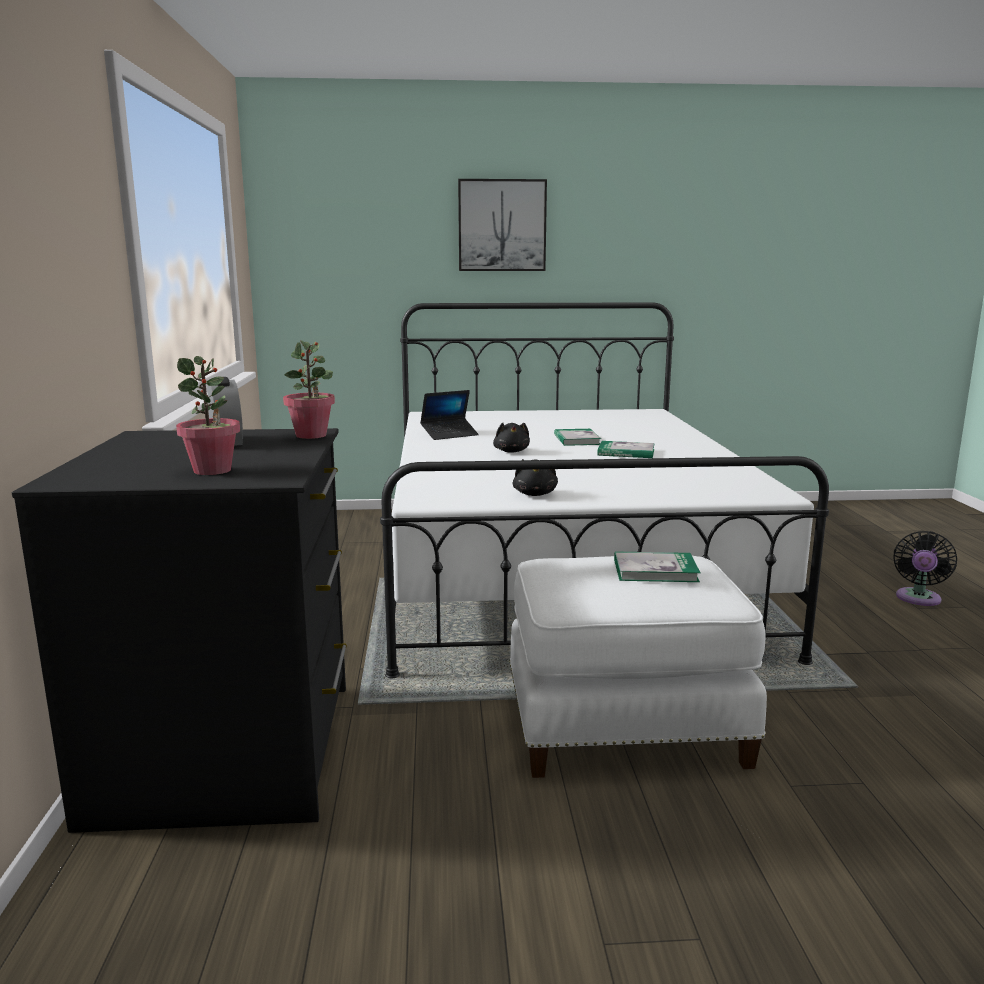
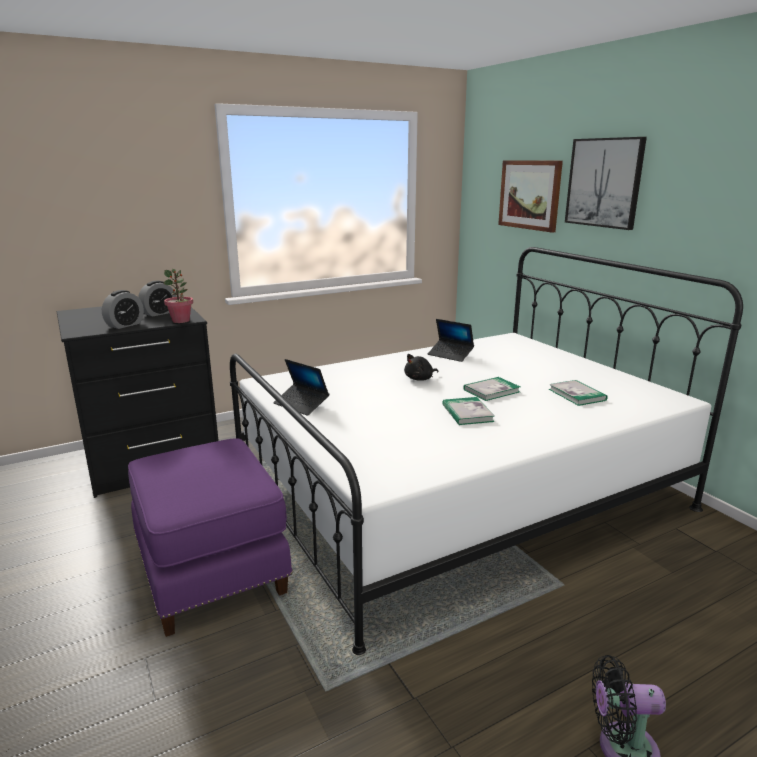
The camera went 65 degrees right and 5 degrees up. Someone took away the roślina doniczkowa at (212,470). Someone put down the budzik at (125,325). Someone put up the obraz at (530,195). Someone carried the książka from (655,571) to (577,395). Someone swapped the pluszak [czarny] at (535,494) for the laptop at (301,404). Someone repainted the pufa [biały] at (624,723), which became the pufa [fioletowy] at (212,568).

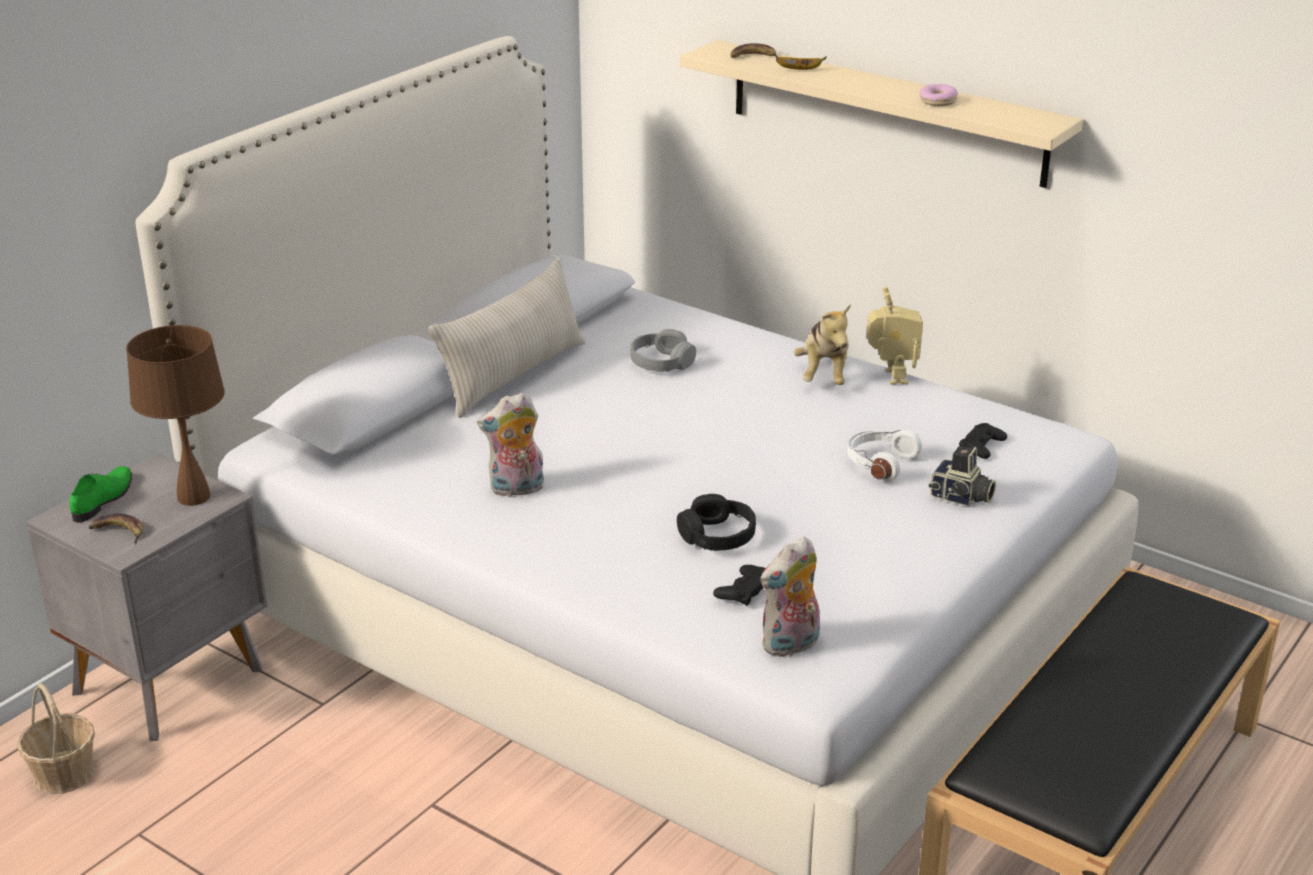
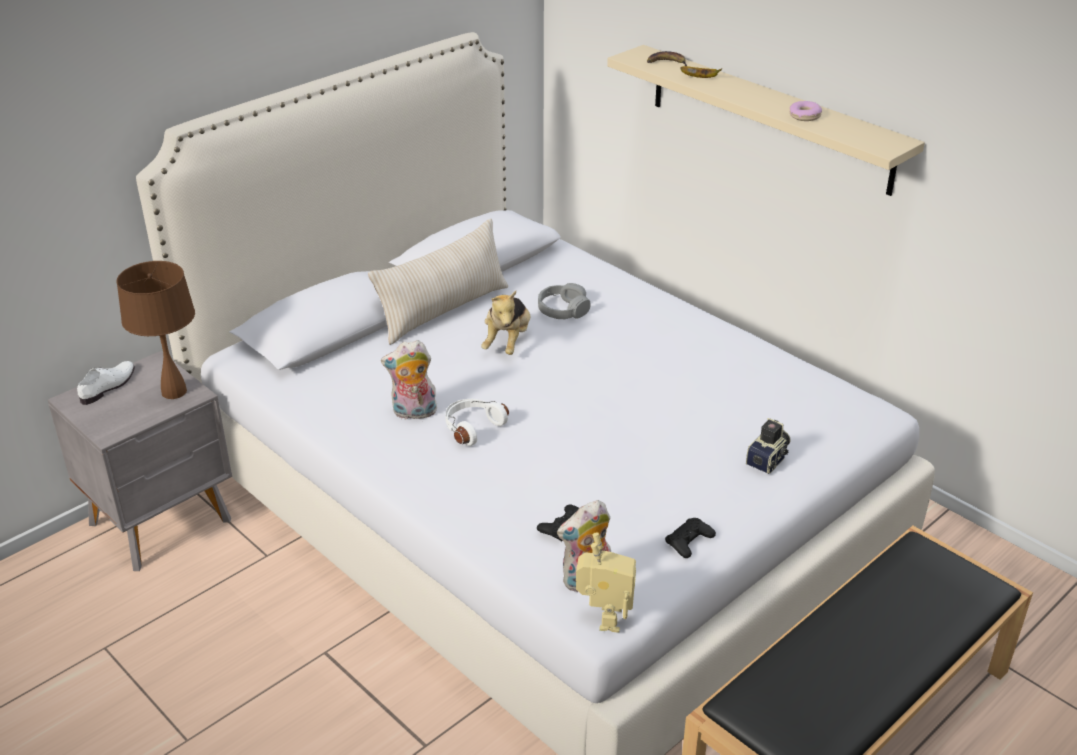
The camera went 10 degrees right and 5 degrees up. Someone took away the koszyk at (64,773). Someone took away the banan at (119,532). Someone took away the słuchawki [czarny] at (717,536). Someone carried the pluszak from (824,375) to (507,342). Someone carried the słuchawki [biały] from (879,463) to (472,427). Someone carried the robot zabawkowy from (890,377) to (603,618). Someone carried the pad do gier [czarny] from (982,446) to (689,541). Someone repainted the but [zielony] at (104,498), which became the but [biały] at (109,386). Someone rotated the aparat fotograficzny at (961,498) by 90 degrees counterclockwise.

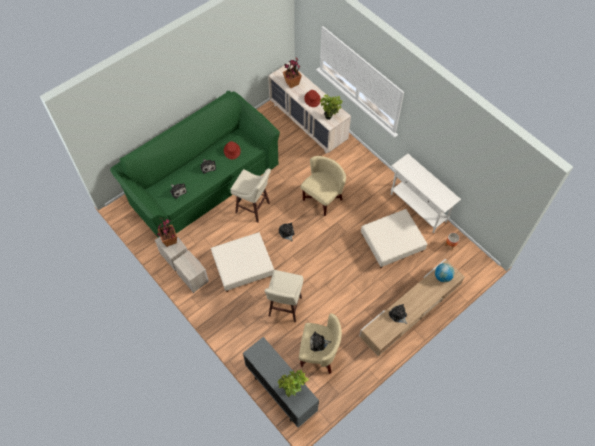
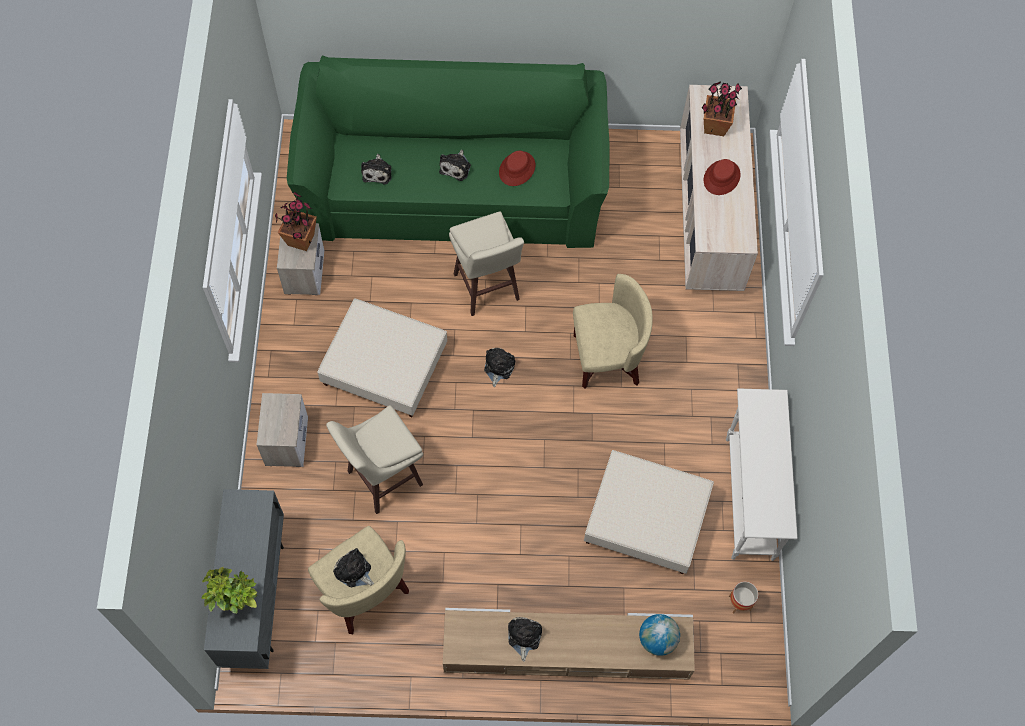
The camera went 40 degrees right and 5 degrees up. Someone took away the roślina doniczkowa at (330,116). Someone carried the szafka nocna from (192,277) to (287,440).

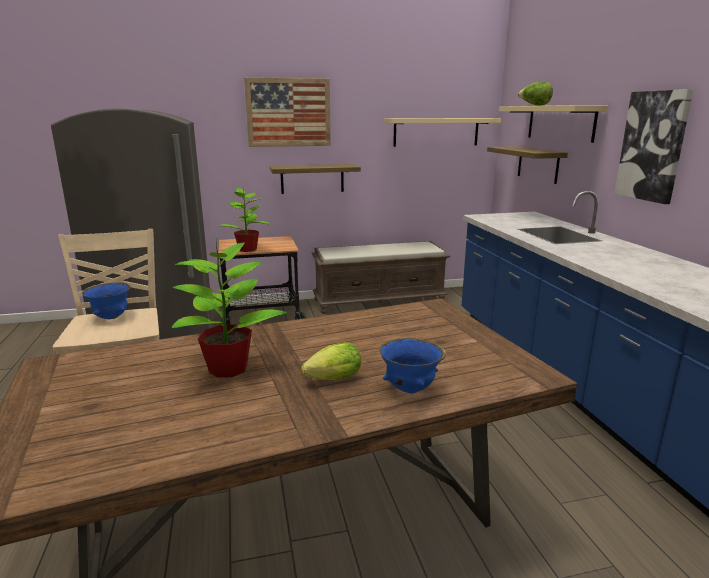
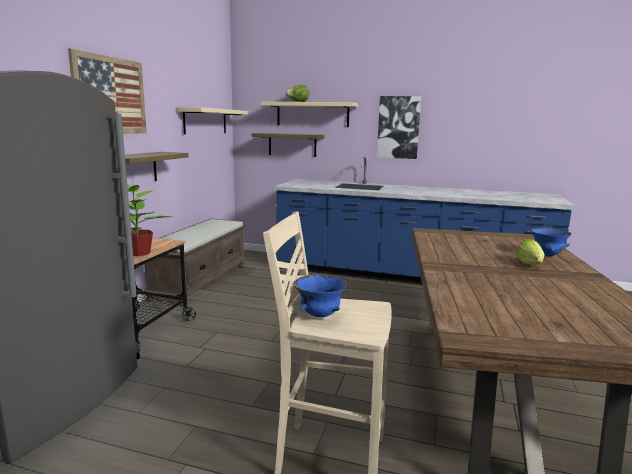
The camera went 60 degrees left and 5 degrees down. Someone took away the roślina doniczkowa at (229,368).

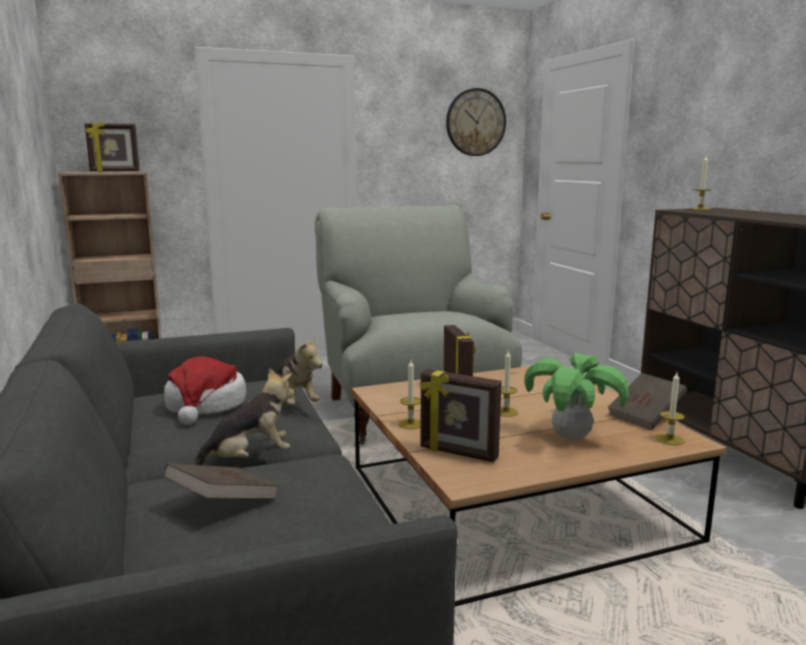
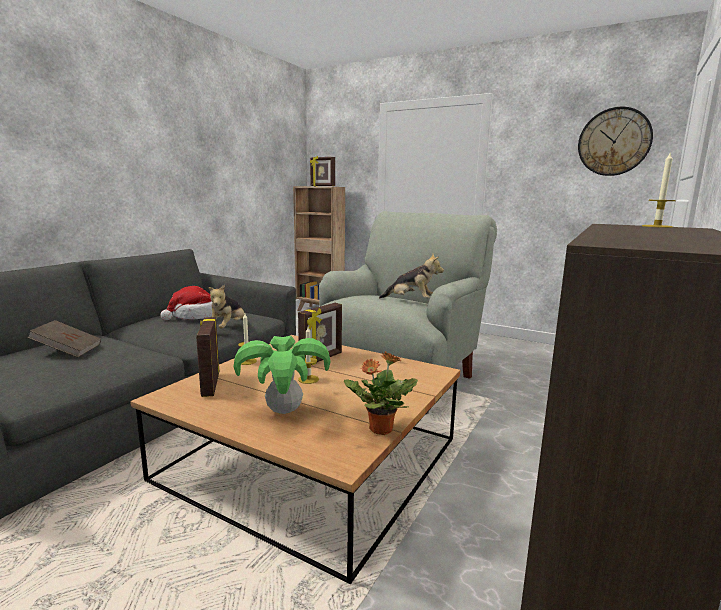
The camera went 50 degrees right and 0 degrees up. Someone took away the świeca at (669,439). Someone carried the pluszak from (249,459) to (411,301). Someone swapped the książka [brązowy] at (645,416) for the roślina doniczkowa at (380,429).

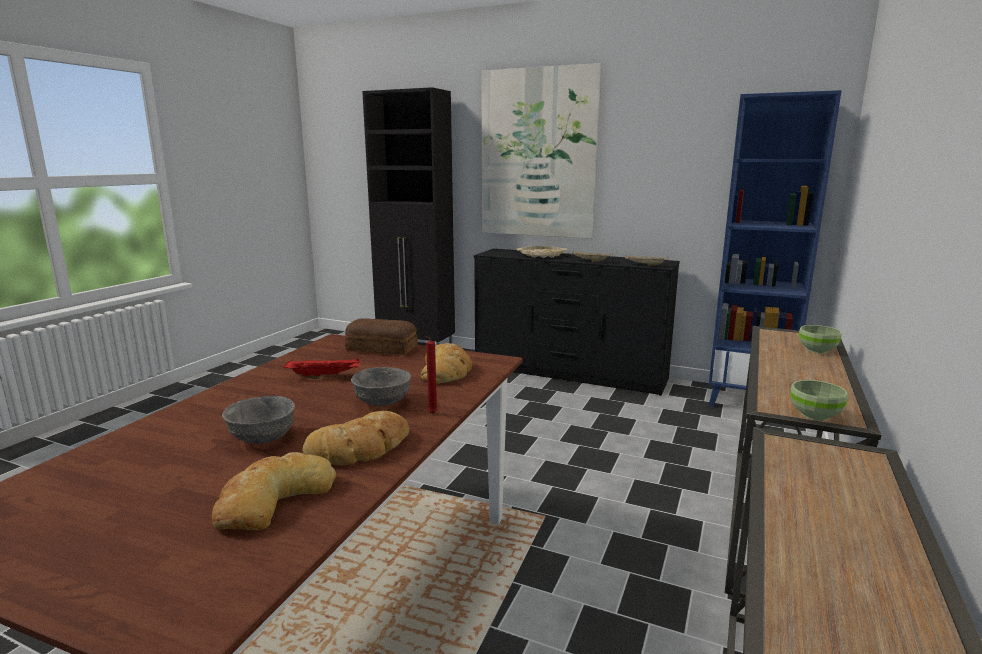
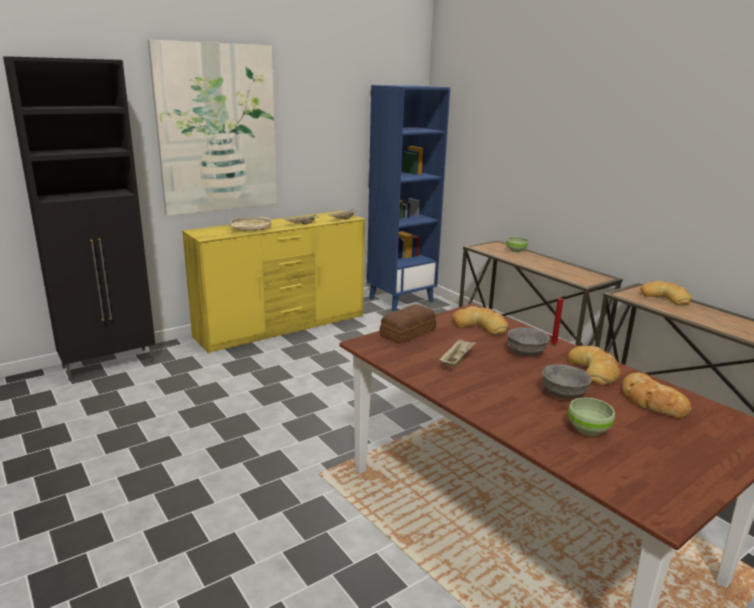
The camera went 60 degrees left and 5 degrees up. Someone put down the chleb at (665,297). Someone carried the miska [zielony] from (815,415) to (588,429). Someone repainted the taca [czerwony] at (325,376), which became the taca [beżowy] at (456,360). Someone repainted the komoda [czarny] at (569,373), which became the komoda [żółty] at (282,327).

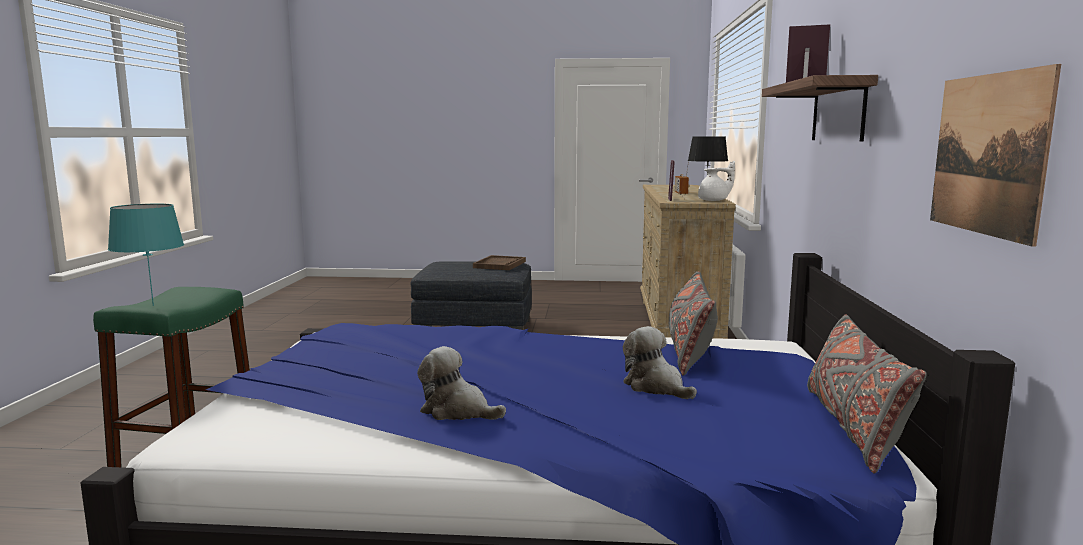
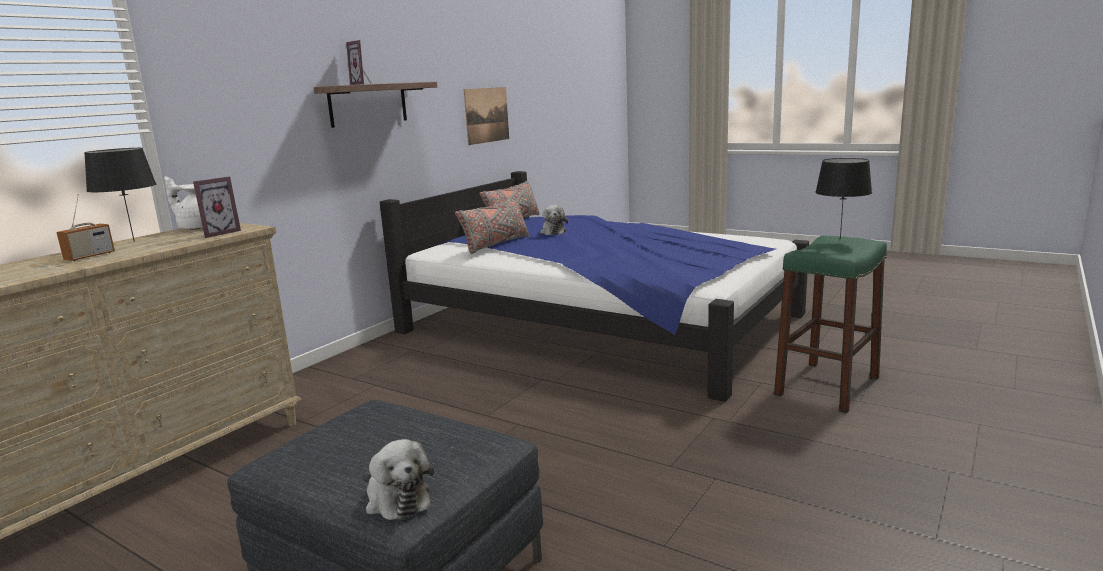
The camera went 150 degrees left and 5 degrees up. Someone took away the taca [brązowy] at (500,264). Someone carried the pluszak from (457,411) to (396,498). Someone repainted the lampa stołowa [turkusowy] at (152,306), which became the lampa stołowa [czarny] at (840,239).

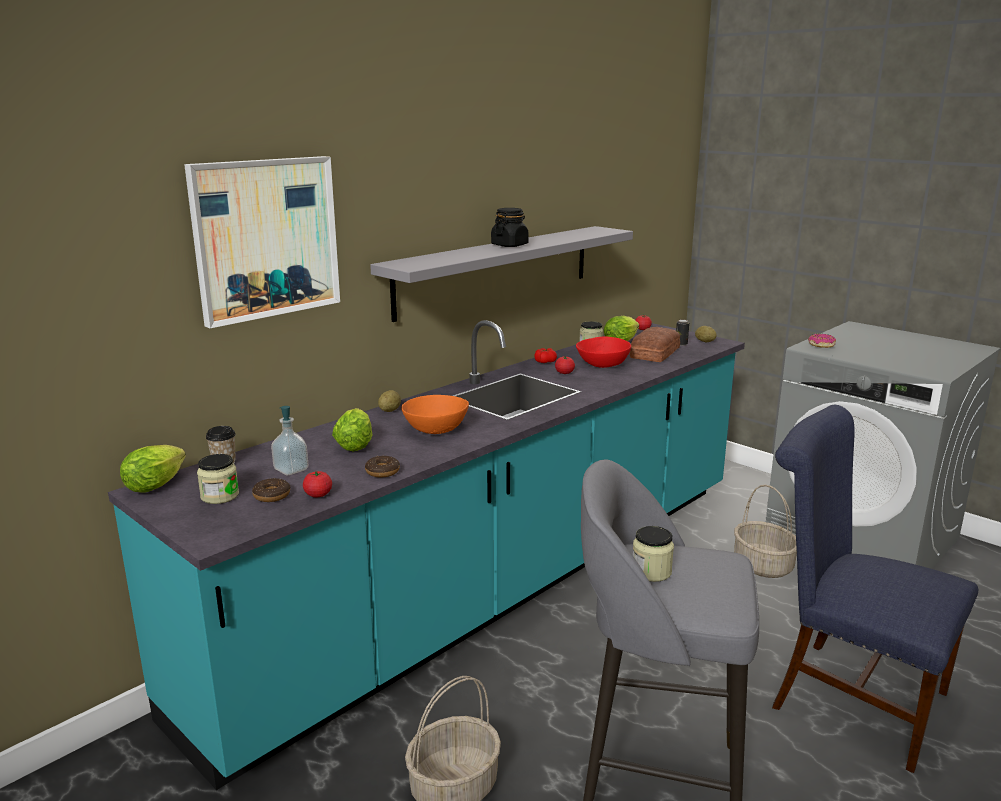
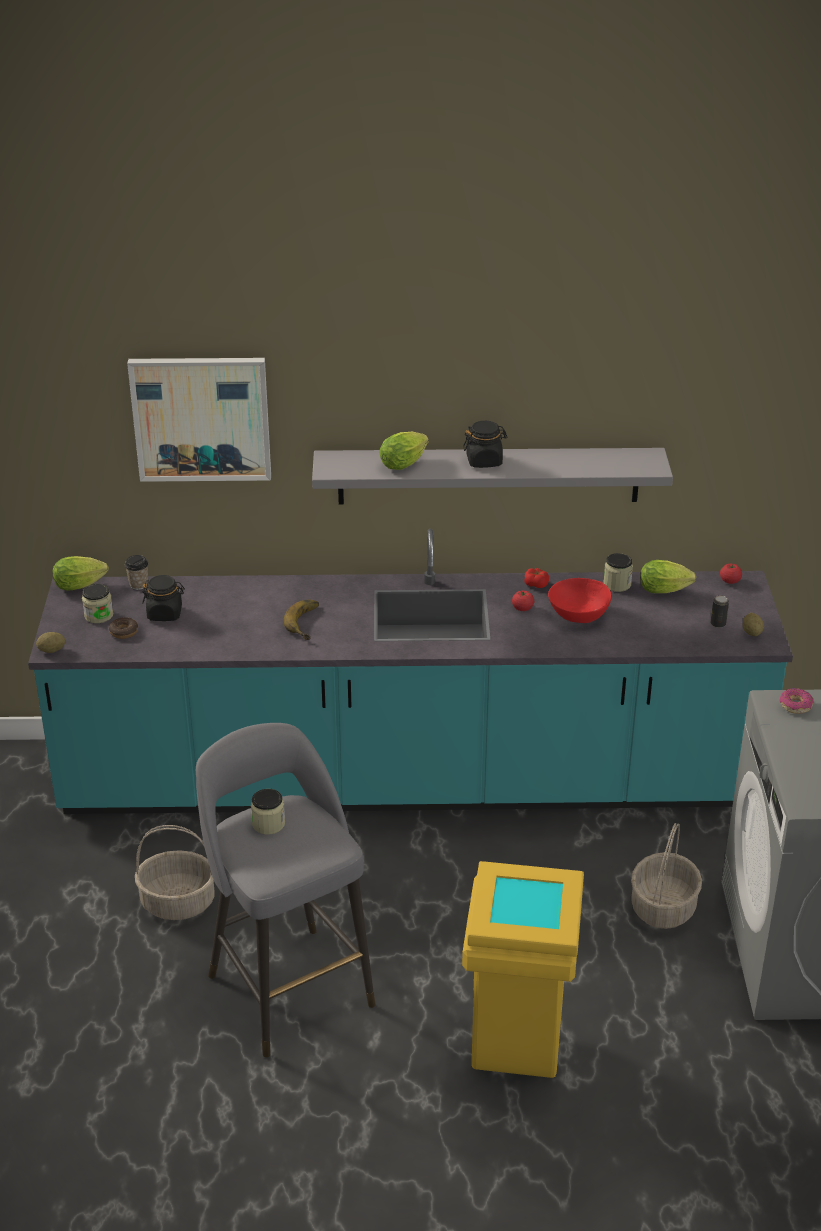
The camera went 45 degrees right and 15 degrees up. Someone took away the pomidor at (318,495). Someone took away the donut at (382,472). Someone took away the chleb at (653,353). Someone carried the sałata from (355,444) to (405,463). Someone carried the ziemniak from (390,410) to (52,650). Someone swapped the dozownik mydła at (291,469) for the słoik [czarny] at (165,613). Someone swapped the miska [pomarańczowy] at (435,429) for the banan at (309,623). Someone swapped the krzesło [niebieski] at (847,696) for the kosz na śmieci [żółty] at (517,1041).

